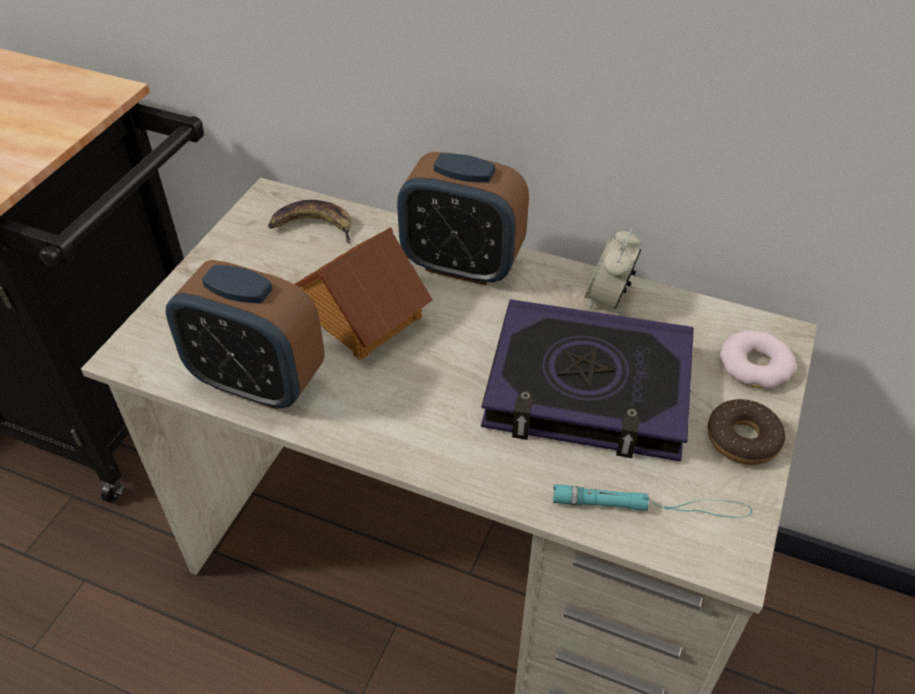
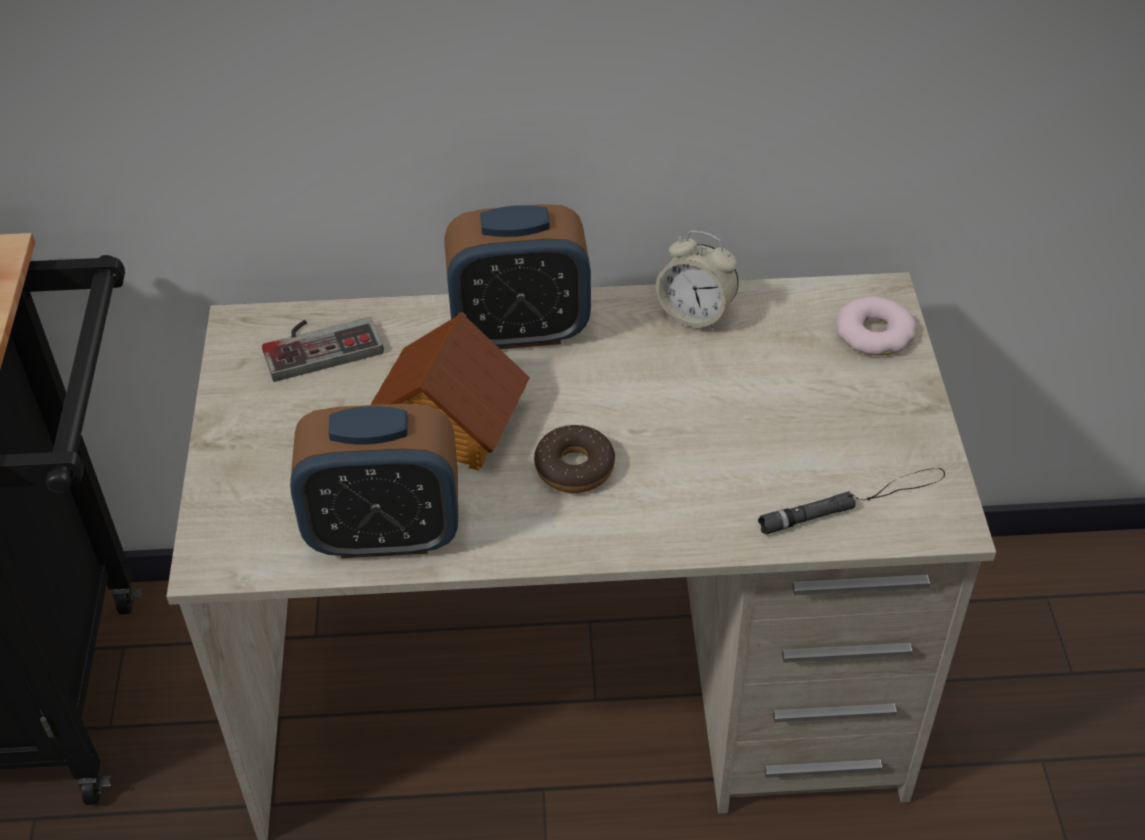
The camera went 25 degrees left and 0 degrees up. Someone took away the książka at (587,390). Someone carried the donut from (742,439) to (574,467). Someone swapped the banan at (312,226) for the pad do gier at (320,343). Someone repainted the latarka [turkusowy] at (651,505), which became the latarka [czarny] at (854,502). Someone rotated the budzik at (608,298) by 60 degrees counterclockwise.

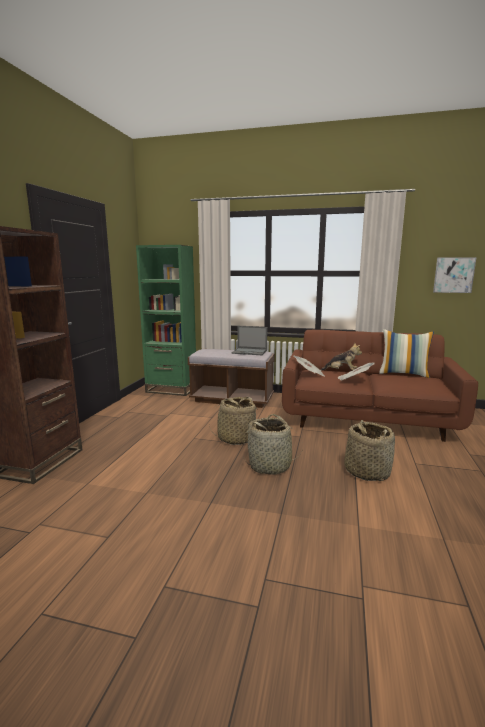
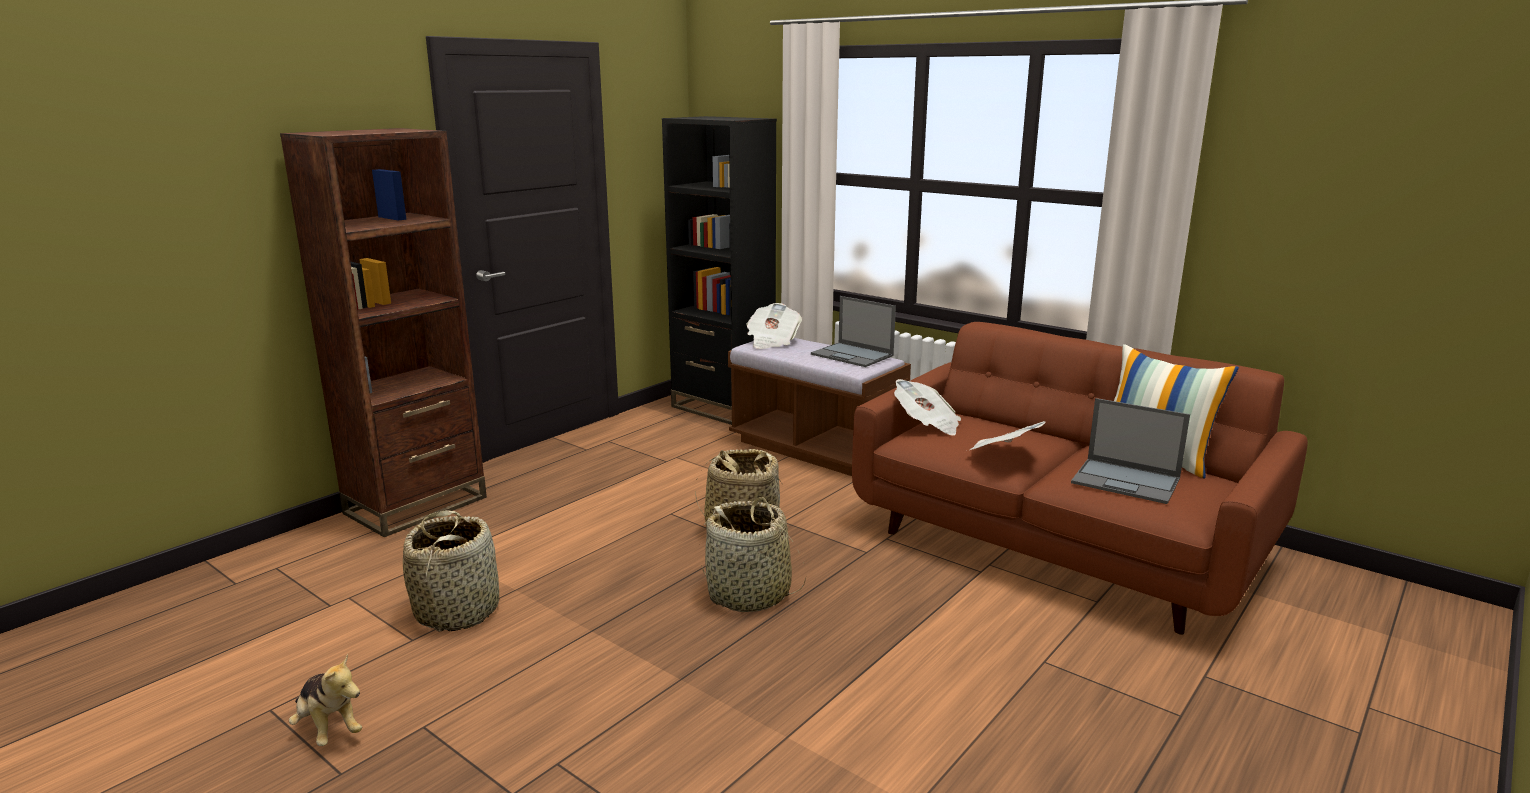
The camera went 25 degrees right and 5 degrees up. Someone took away the obraz at (453,275). Someone put down the gazeta at (772,341). Someone put down the laptop at (1127,481). Someone carried the pluszak from (341,371) to (328,728). Someone carried the koszyk from (367,471) to (458,610). Someone repainted the regał [zielony] at (171,389), which became the regał [czarny] at (723,408).

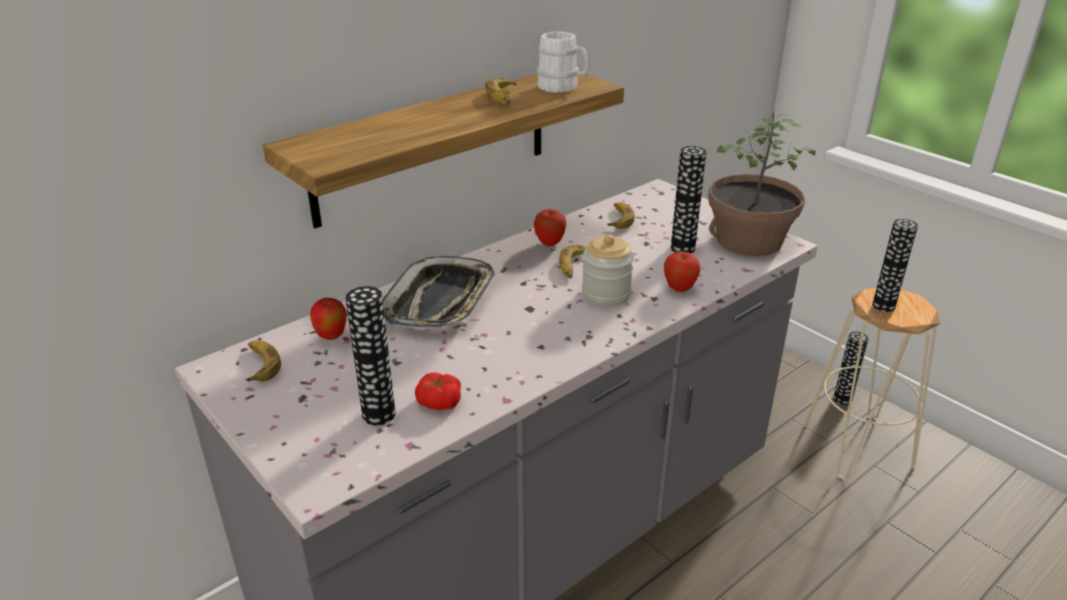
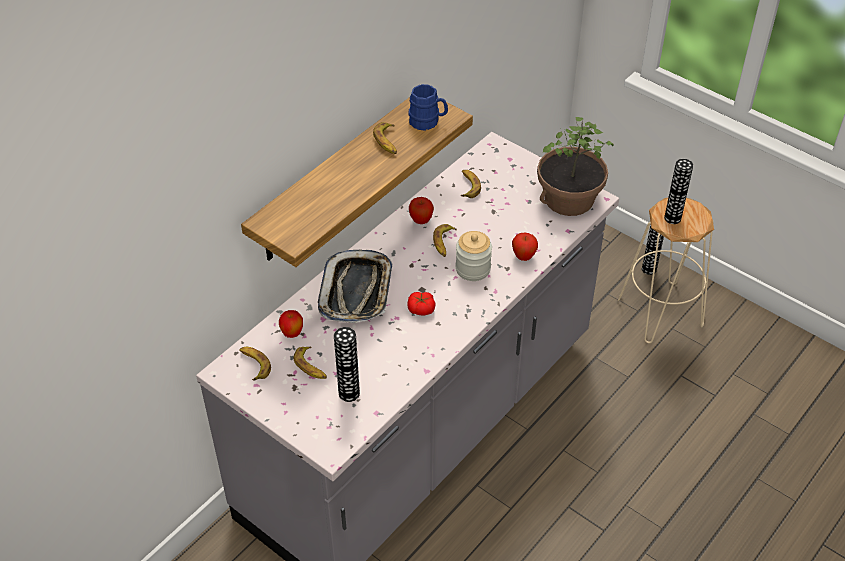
The camera went 10 degrees left and 15 degrees up. Someone took away the wazon at (682,248). Someone put down the banan at (311,367). Someone carried the pomidor from (439,402) to (421,309). Someone repainted the kubek [biały] at (563,87), which became the kubek [niebieski] at (428,122).

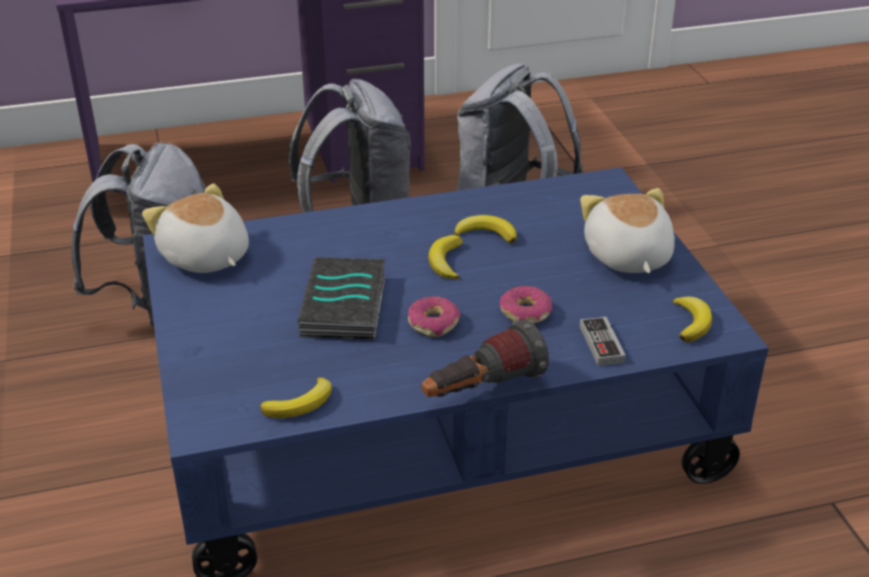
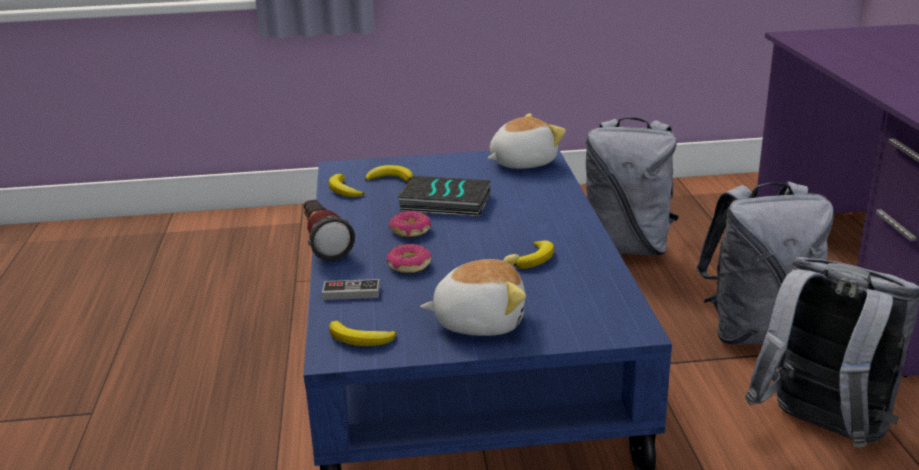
The camera went 100 degrees right and 10 degrees down. Someone carried the banan from (446,261) to (390,178).

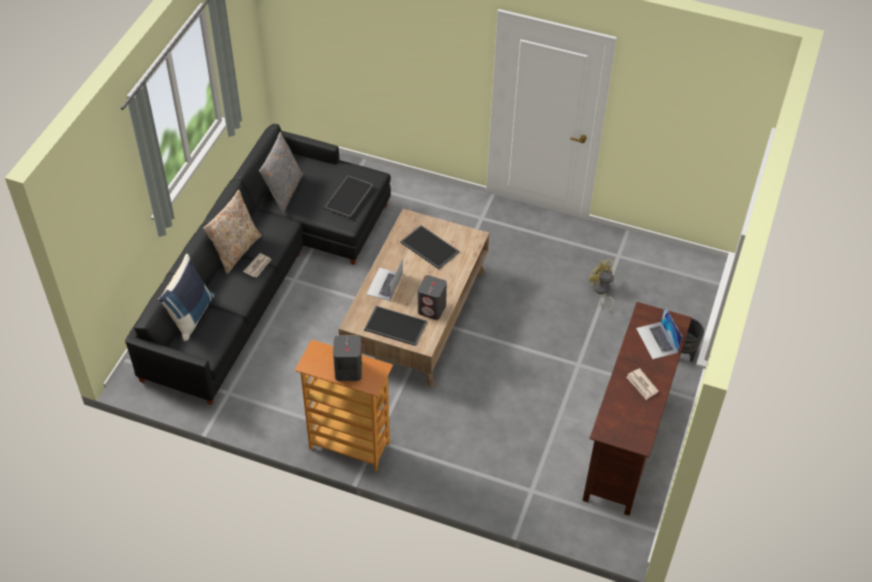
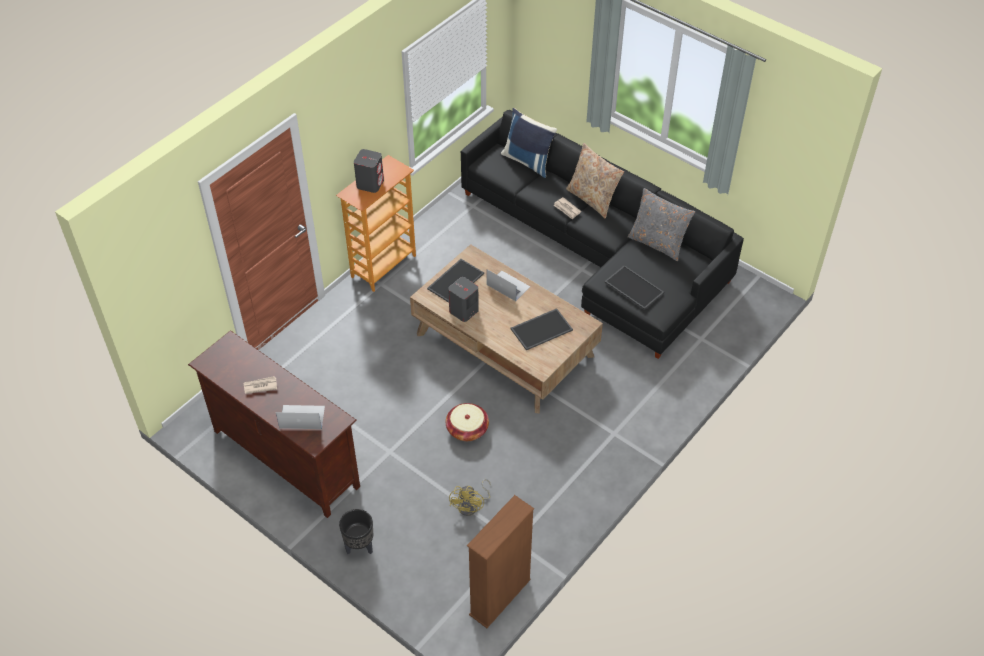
The camera went 110 degrees right and 0 degrees up. Someone put down the koszyk at (467,429). Someone put down the regał [brązowy] at (500,597). Someone rotated the wentylator [żółty] at (601,291) by 120 degrees clockwise.

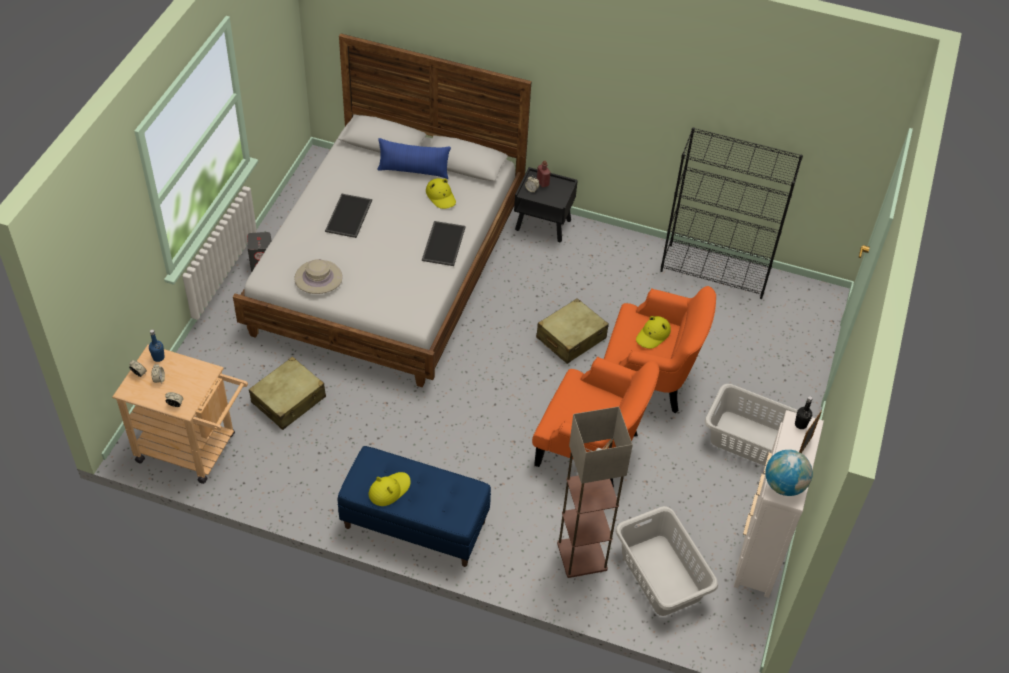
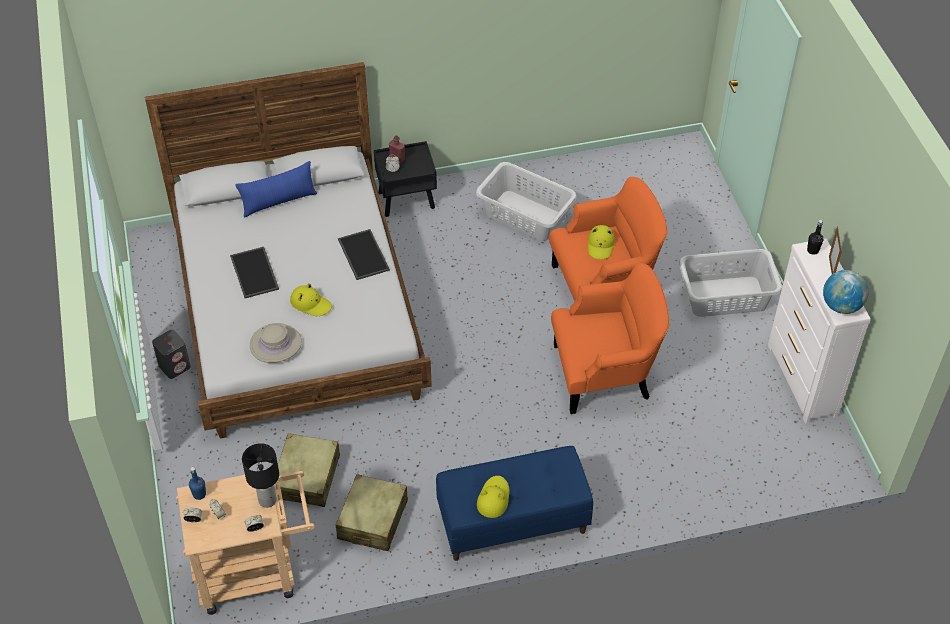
The camera went 30 degrees left and 0 degrees up. Someone took away the lampa stojąca at (581,555). Someone took away the regał [czarny] at (715,271). Someone put down the lampa stołowa [czarny] at (267,500). Someone carried the kapelusz [żółty] from (441,196) to (311,303). Someone carried the walizka [beżowy] from (571,338) to (372,520). Someone carried the kosz na pranie [szary] from (661,576) to (525,216).

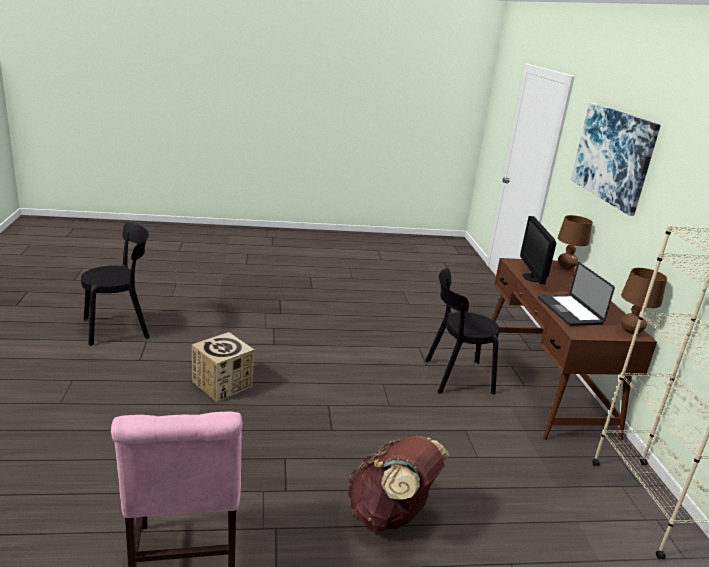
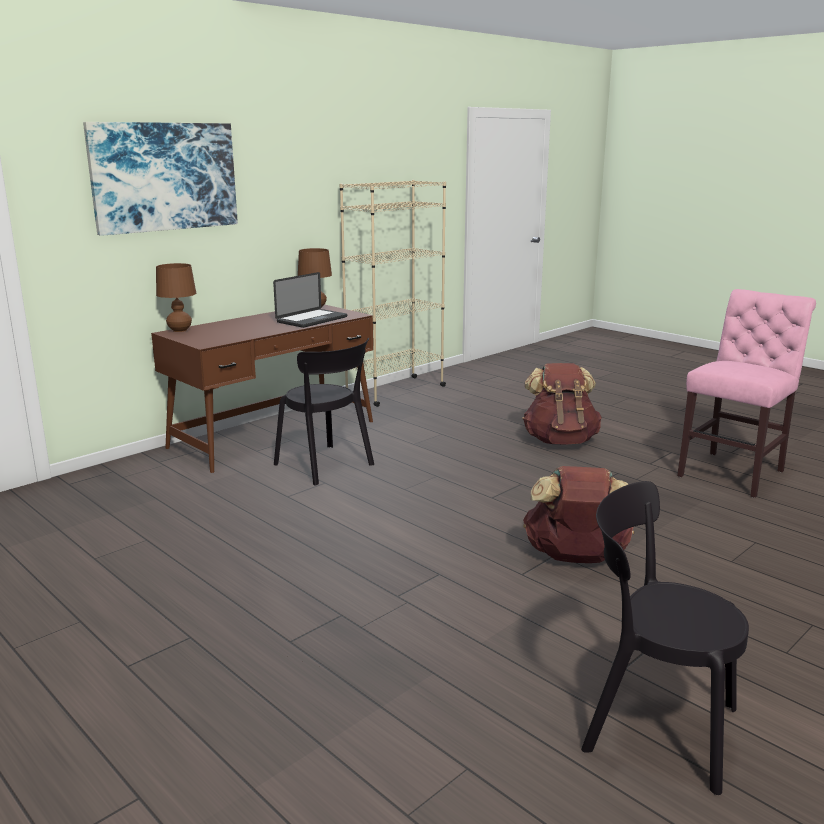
The camera went 125 degrees left and 5 degrees down. Someone took away the monitor at (532,277). Someone swapped the karton at (222,384) for the plecak [brązowy] at (575,558).

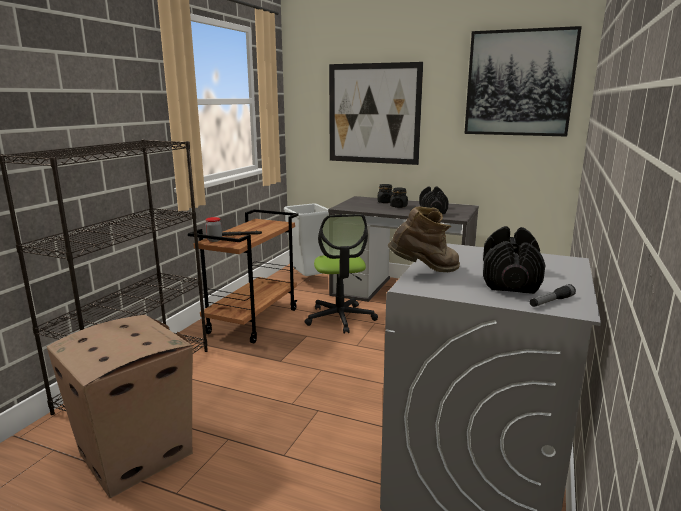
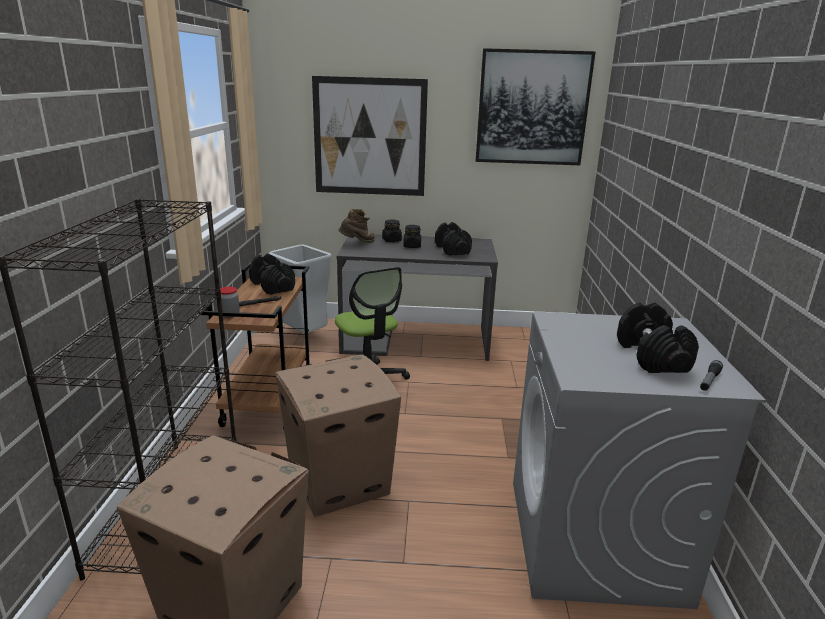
The camera went 20 degrees left and 5 degrees up. Someone put down the hantel [czarny] at (272,286). Someone put down the karton at (337,482). Someone carried the but z cholewką [brązowy] from (425,272) to (358,243).

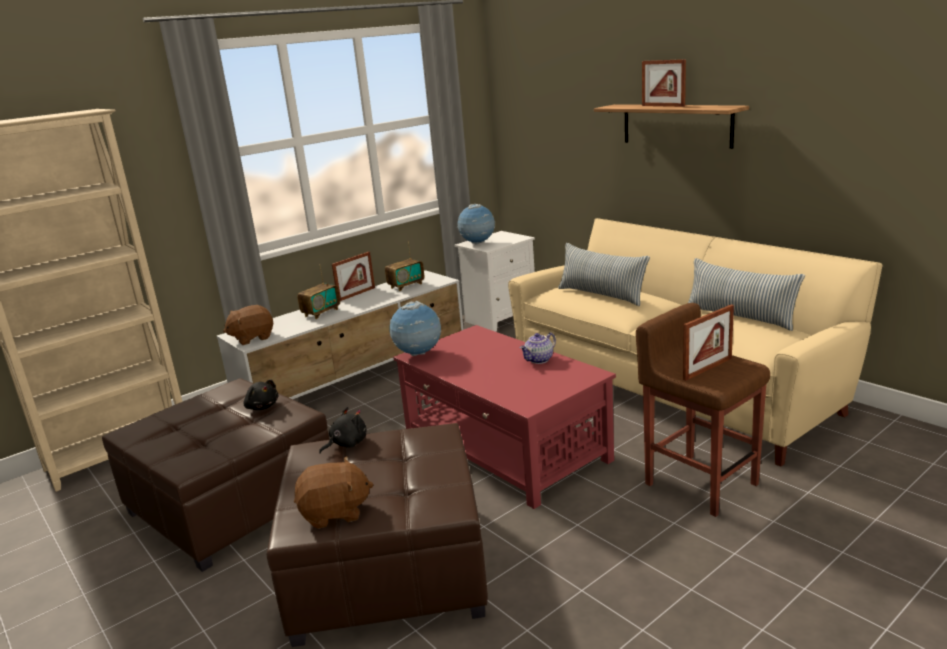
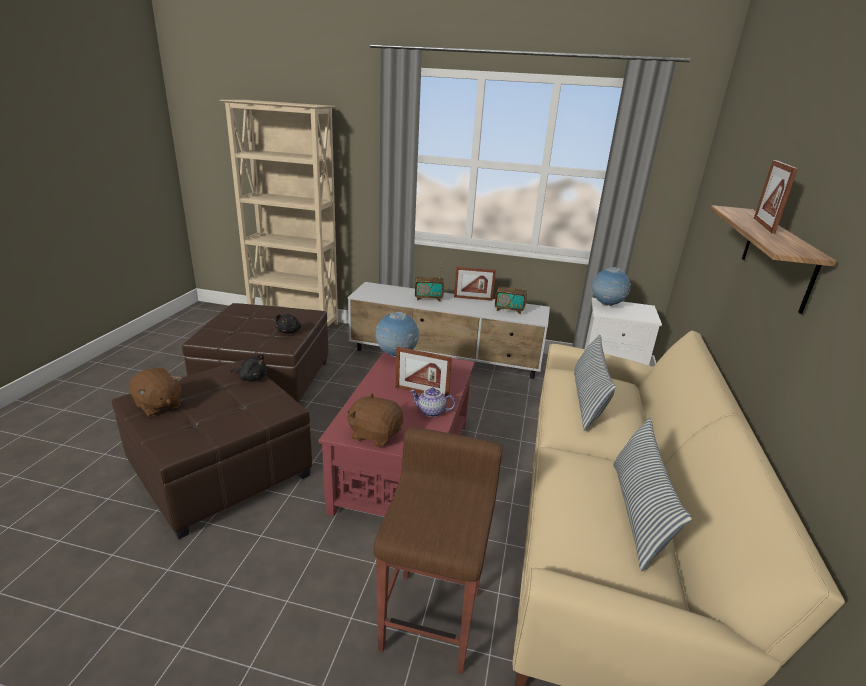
The camera went 50 degrees right and 5 degrees up. Someone carried the pluszak [brązowy] from (252,338) to (375,434). Someone carried the ramka na zdjęcie from (707,369) to (421,392).

